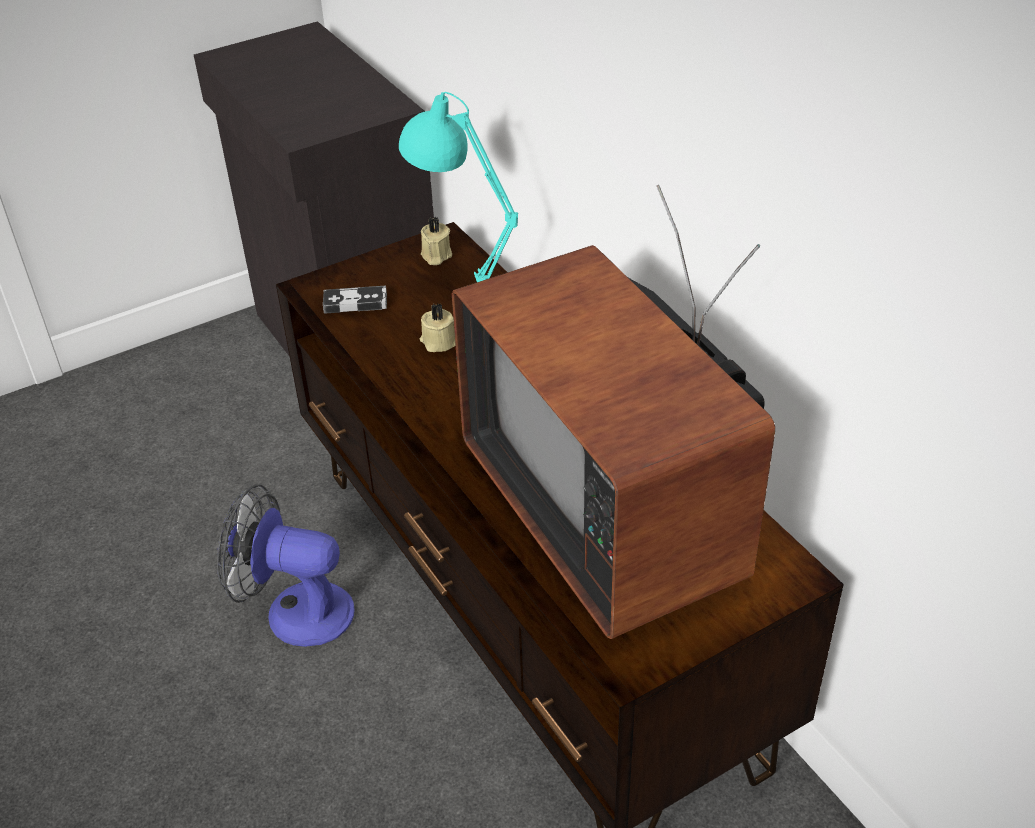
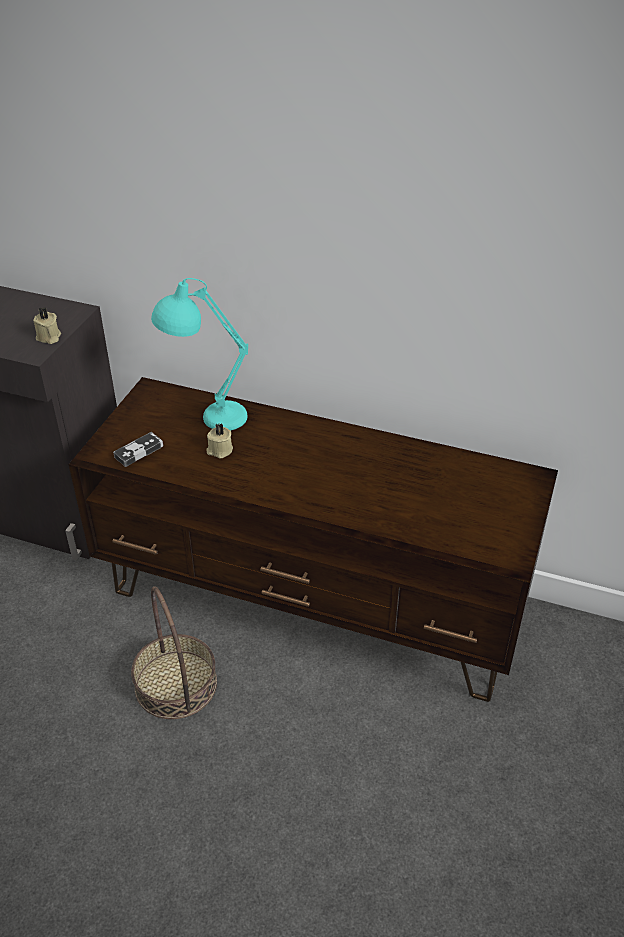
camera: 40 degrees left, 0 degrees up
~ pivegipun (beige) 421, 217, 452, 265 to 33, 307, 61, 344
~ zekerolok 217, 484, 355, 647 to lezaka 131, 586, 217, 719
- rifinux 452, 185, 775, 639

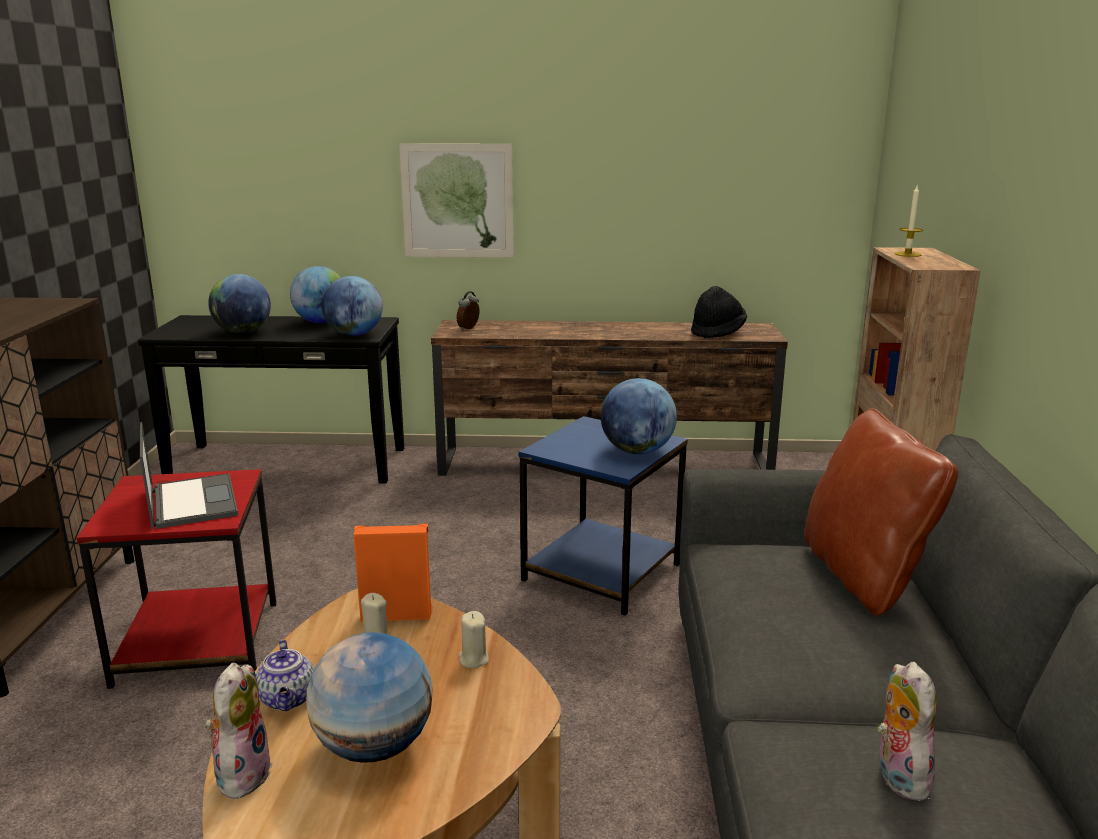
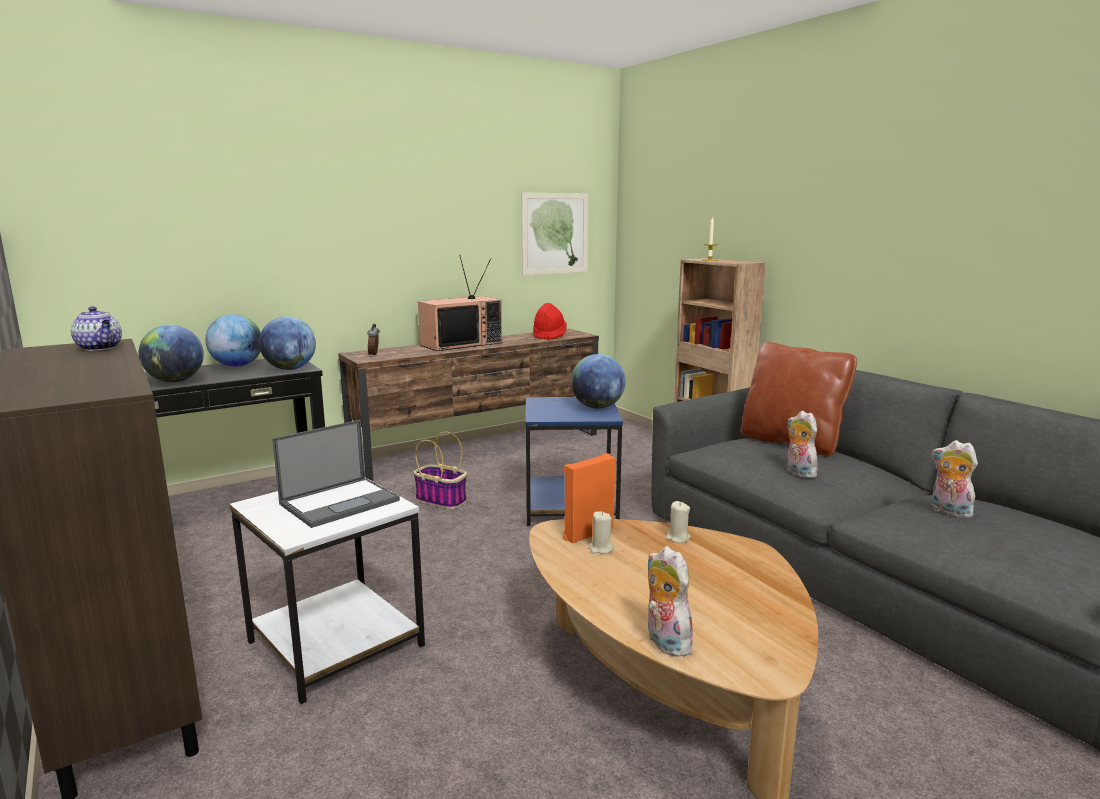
camera: 35 degrees left, 5 degrees down
~ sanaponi 256, 640, 314, 711 to 71, 306, 122, 351
~ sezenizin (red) 76, 469, 276, 689 to sezenizin (white) 229, 477, 425, 704
~ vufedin 140, 422, 238, 529 = 272, 420, 400, 528 105 degrees clockwise
+ lezaka 413, 432, 467, 509
+ rifinux 418, 255, 502, 351
~ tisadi 399, 143, 514, 257 to 521, 192, 589, 275
~ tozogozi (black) 691, 286, 747, 338 to tozogozi (red) 533, 303, 567, 340
+ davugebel 787, 411, 818, 478
- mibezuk 306, 632, 433, 763

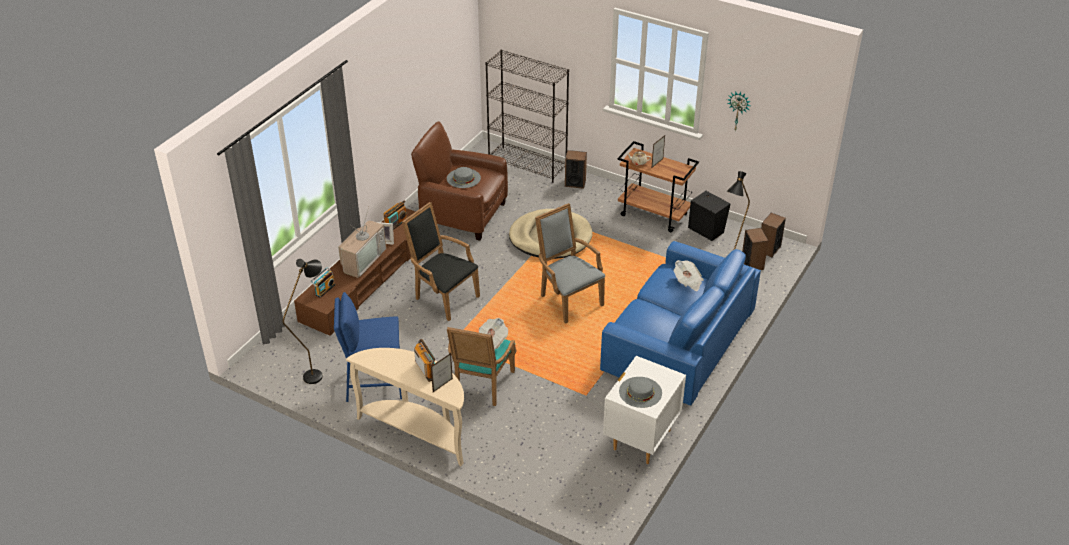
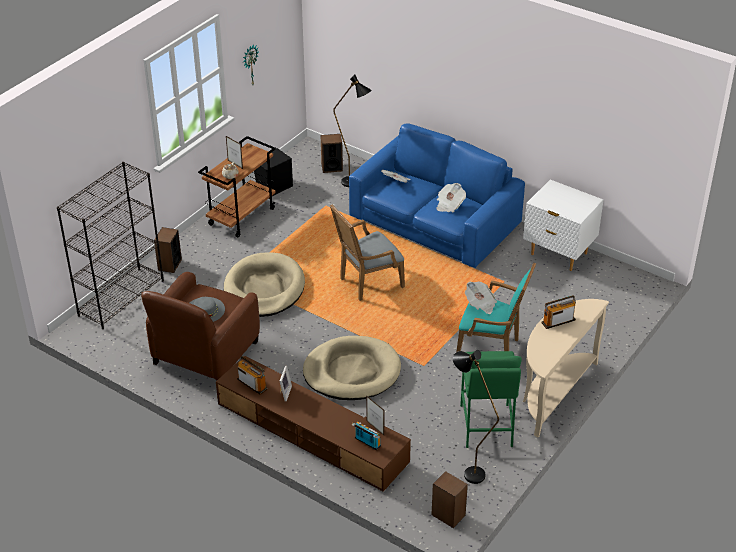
camera: 85 degrees left, 0 degrees up
~ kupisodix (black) 402, 202, 480, 321 to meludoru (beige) 303, 336, 401, 400
~ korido 431, 353, 453, 392 to 366, 395, 385, 435
~ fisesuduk 761, 213, 786, 257 to 432, 471, 468, 528
+ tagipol 437, 183, 466, 213
~ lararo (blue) 334, 292, 402, 402 to lararo (green) 460, 351, 522, 448
- rifinux 338, 206, 386, 278
- tozogozi (grey) 619, 377, 662, 408

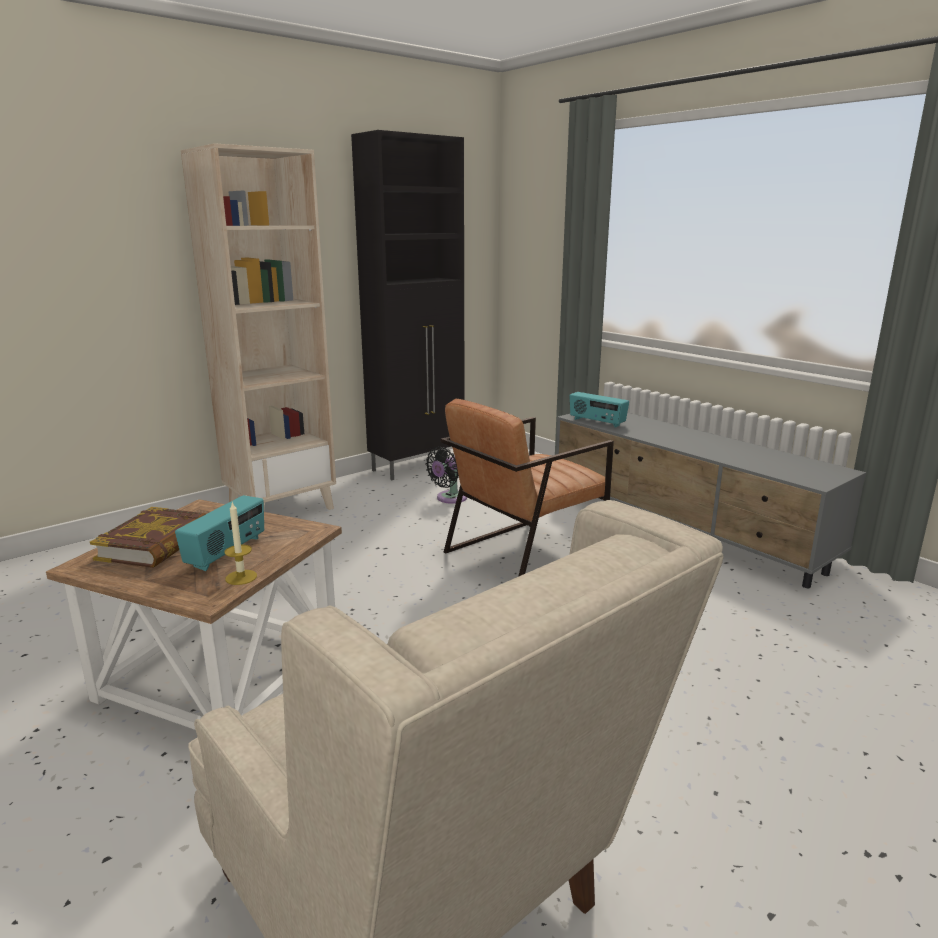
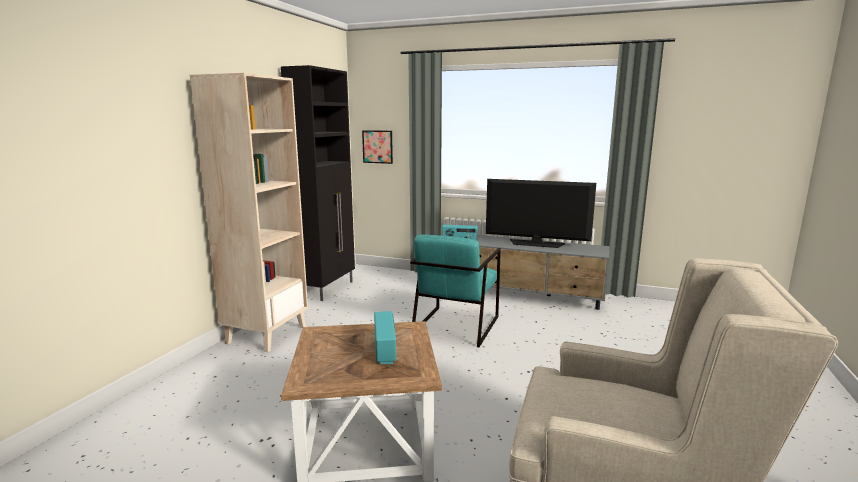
camera: 30 degrees left, 5 degrees down
+ tisadi 362, 130, 393, 164
~ kupisodix (brown) 441, 399, 614, 577 to kupisodix (turquoise) 410, 235, 501, 347
+ rifinux 486, 179, 596, 248
- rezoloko 90, 507, 206, 568
- pivegipun 224, 502, 257, 585
- zekerolok (black) 426, 447, 467, 503

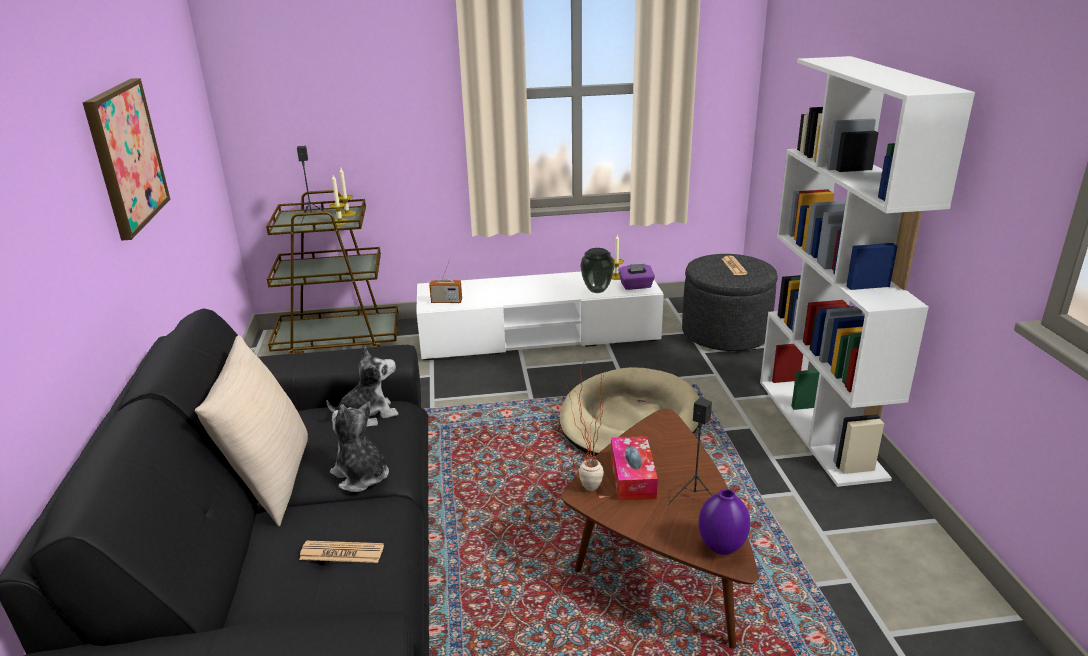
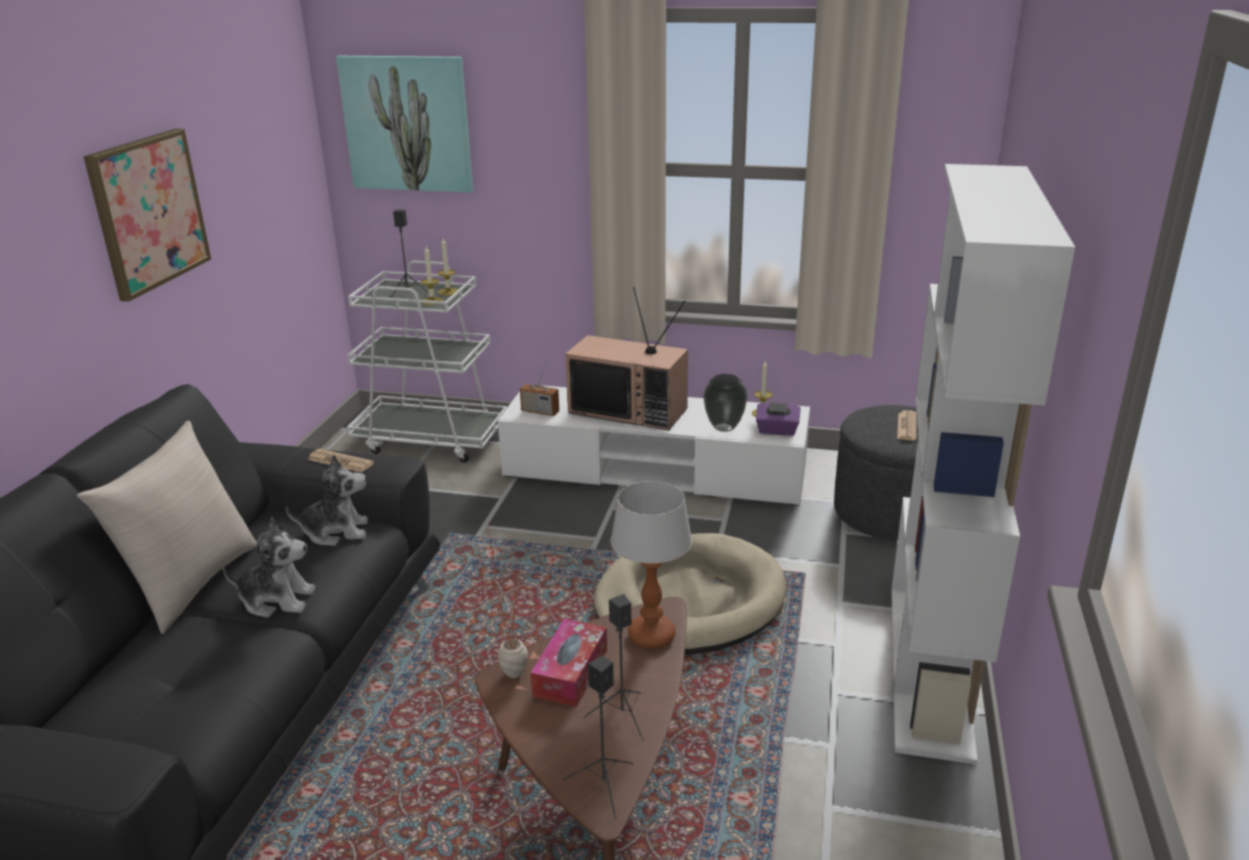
camera: 20 degrees right, 0 degrees up
~ davugebel 330, 402, 389, 492 = 223, 517, 316, 618 120 degrees clockwise
~ tagipol 299, 541, 384, 563 to 308, 449, 374, 473
+ tisadi 336, 56, 473, 193
~ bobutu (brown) 266, 190, 398, 354 to bobutu (white) 347, 261, 507, 463
~ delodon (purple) 698, 489, 750, 555 to fisesuduk (black) 563, 656, 634, 819
+ rifinux 565, 287, 688, 430
+ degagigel 610, 481, 692, 649

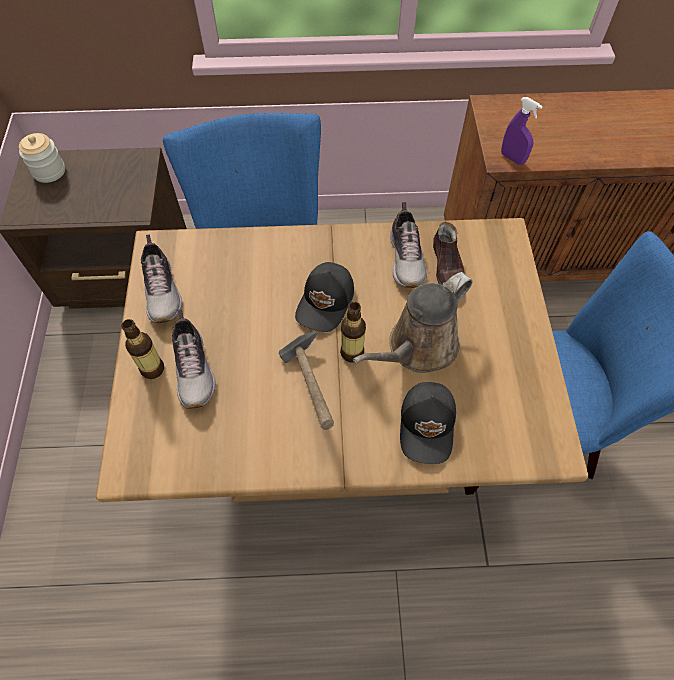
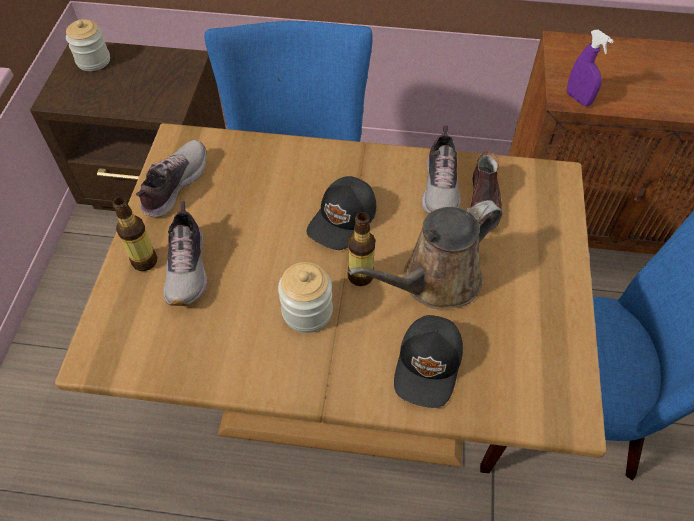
camera: 10 degrees right, 5 degrees down
~ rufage 141, 234, 183, 323 = 136, 140, 207, 217 150 degrees counterclockwise
~ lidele 279, 331, 334, 430 to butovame 278, 262, 333, 333

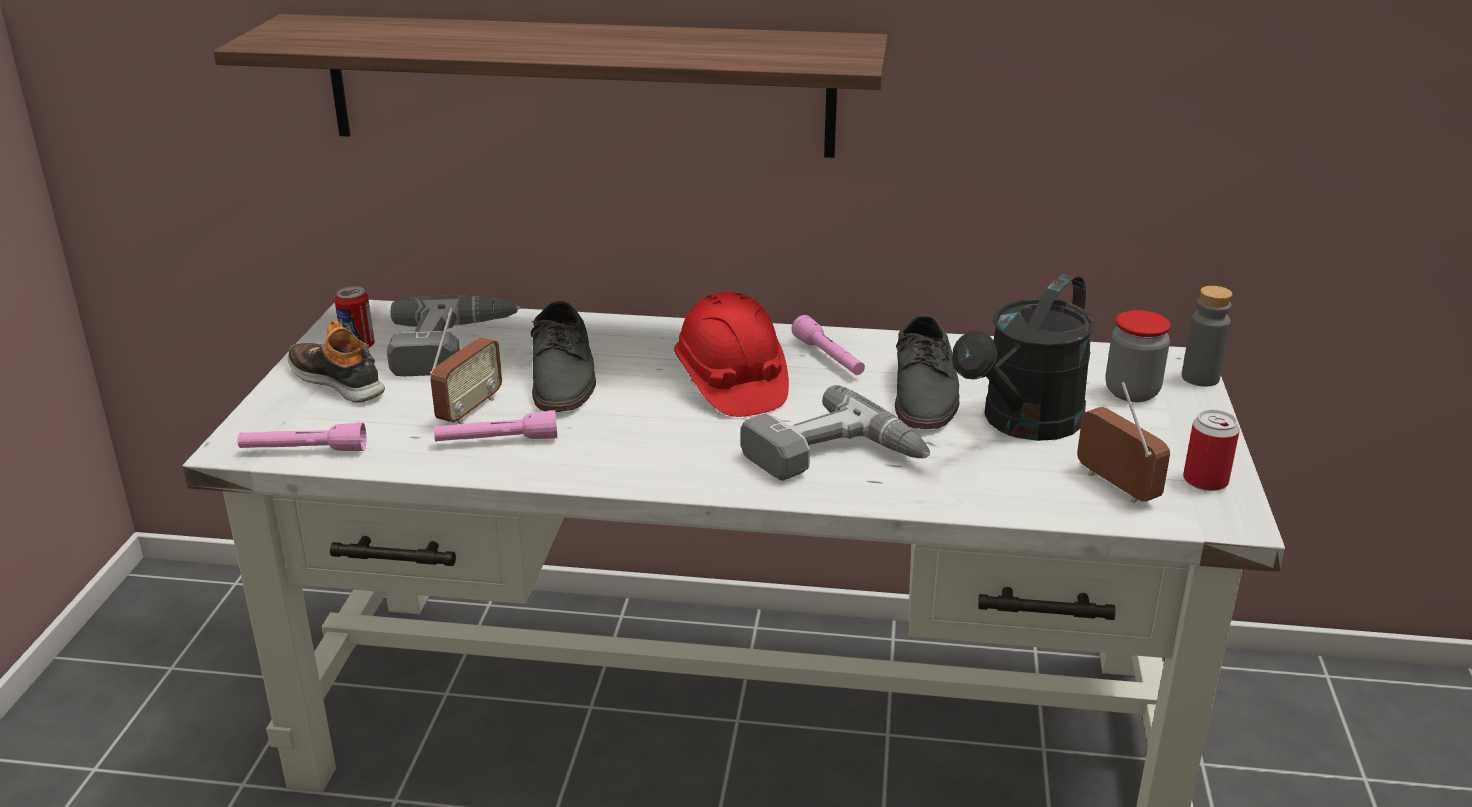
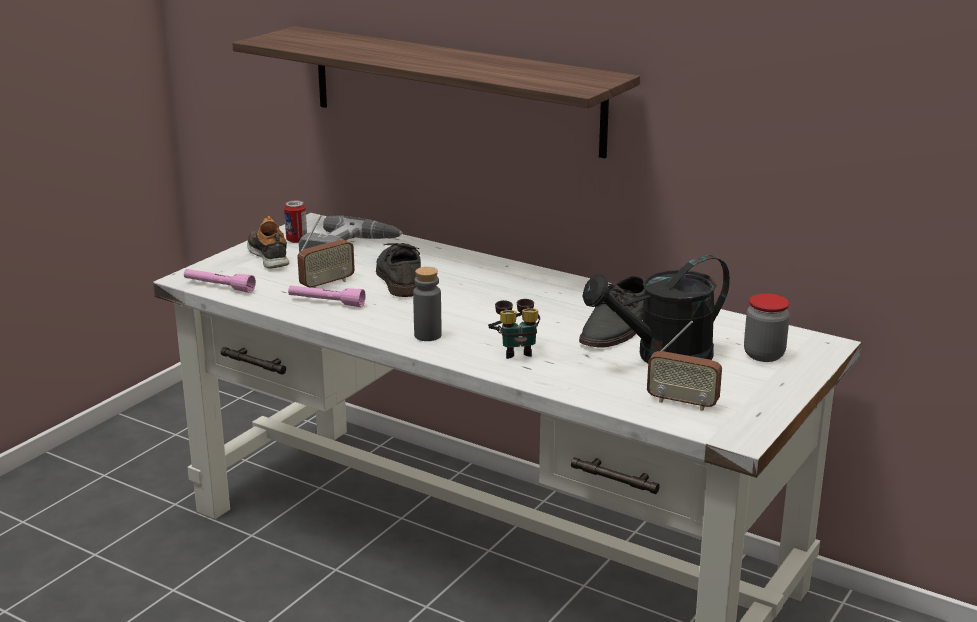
camera: 25 degrees right, 5 degrees down
~ rufage (grey) 530, 301, 596, 412 = 376, 243, 421, 297 150 degrees clockwise
~ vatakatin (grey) 1182, 286, 1233, 387 to 413, 267, 442, 341
~ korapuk 740, 385, 930, 481 to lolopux 488, 299, 540, 359
~ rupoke 1077, 382, 1170, 503 = 647, 321, 722, 411 120 degrees clockwise
- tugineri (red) 674, 292, 789, 417
- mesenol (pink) 792, 315, 865, 375
- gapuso 1183, 410, 1240, 491

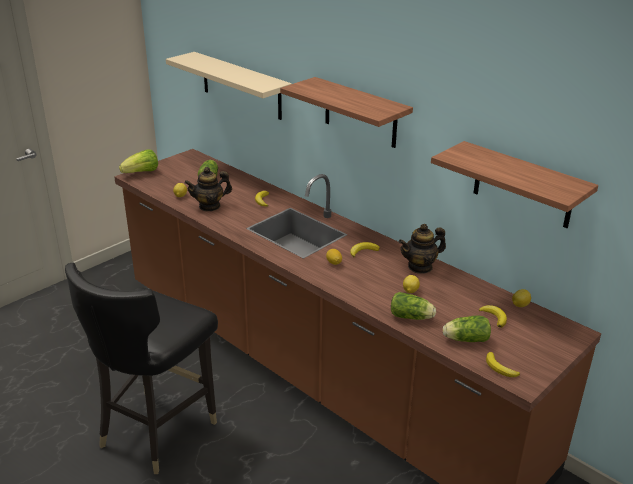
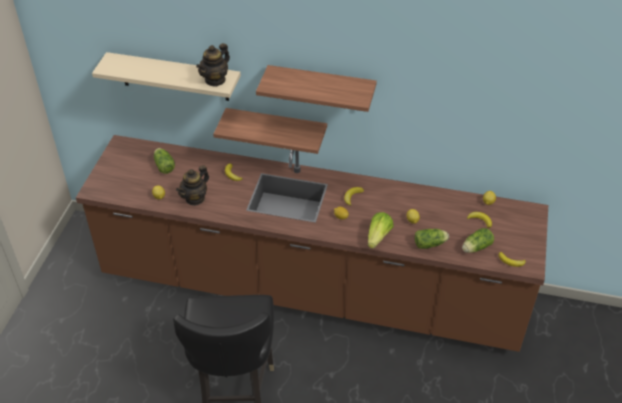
camera: 30 degrees left, 15 degrees up
~ sanaponi 399, 224, 446, 274 to 196, 43, 230, 87
~ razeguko 431, 141, 598, 228 to 213, 108, 327, 154
~ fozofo 119, 149, 158, 173 to 368, 212, 393, 249

